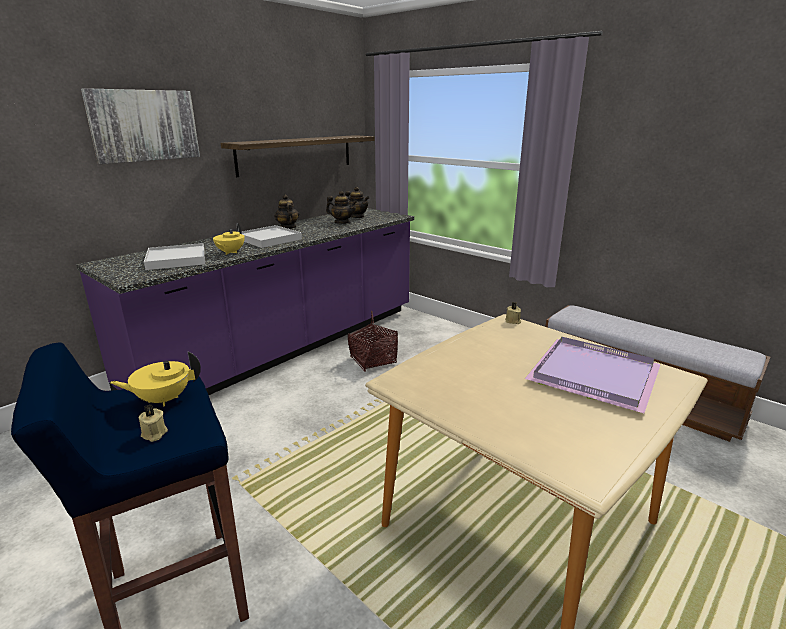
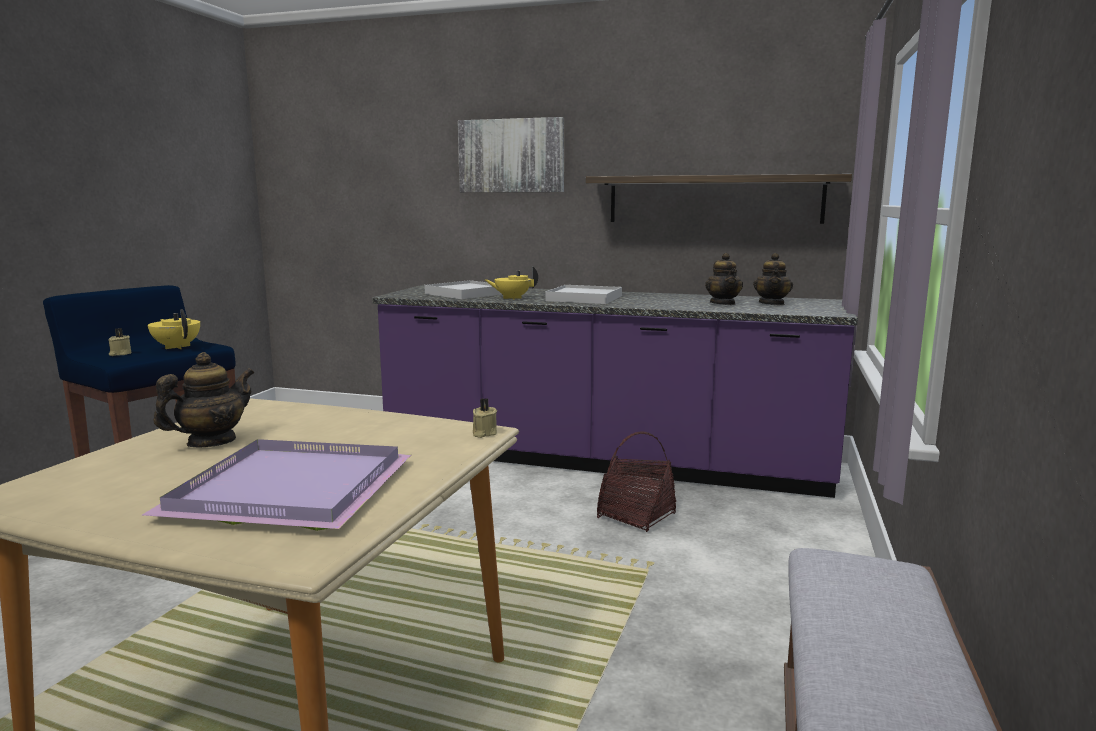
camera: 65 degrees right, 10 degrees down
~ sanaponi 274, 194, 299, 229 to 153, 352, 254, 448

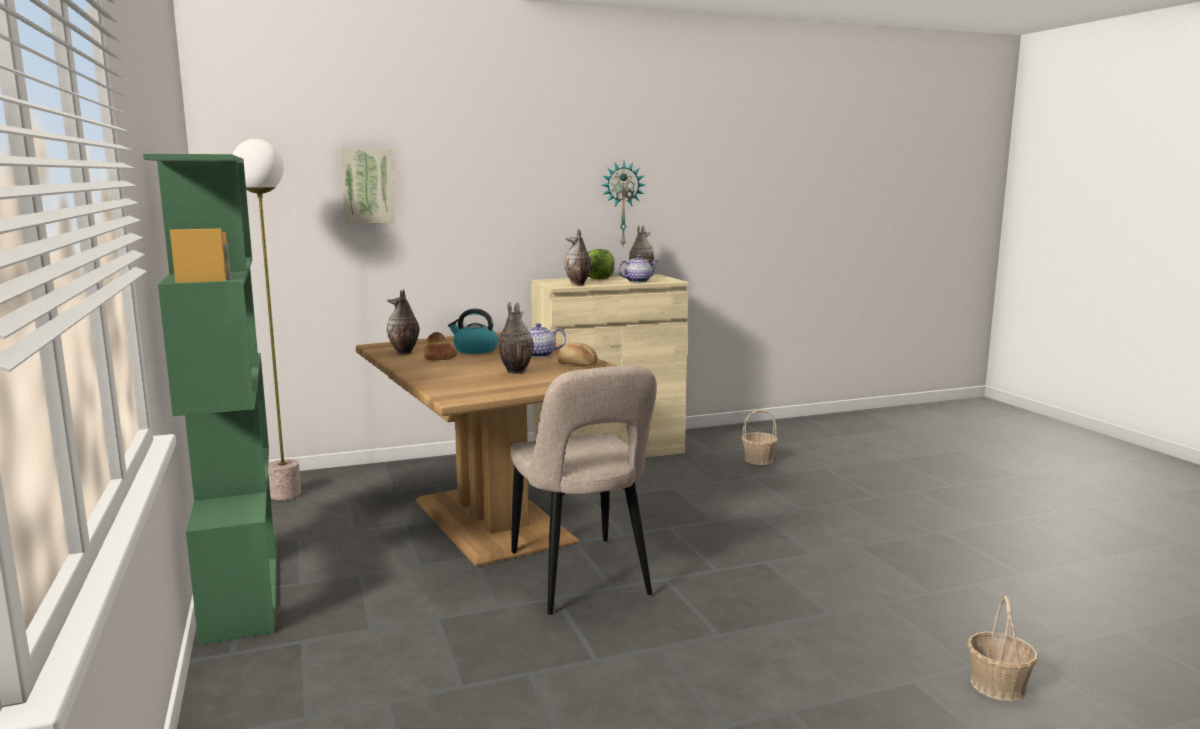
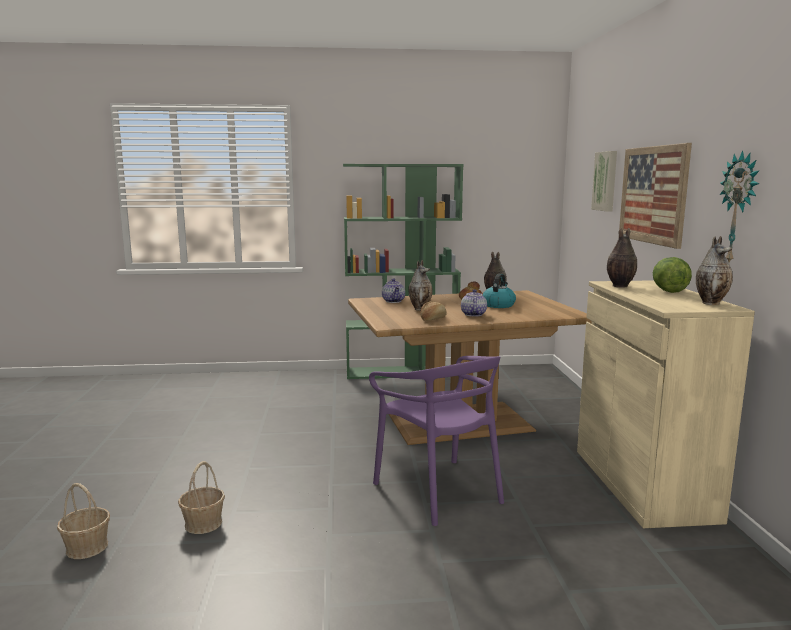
camera: 105 degrees right, 0 degrees up
~ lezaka 742, 409, 778, 465 to 178, 461, 225, 534
+ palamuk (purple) 369, 356, 504, 526
~ sanaponi 618, 255, 657, 283 to 382, 278, 405, 303
+ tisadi 619, 143, 692, 249
- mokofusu 232, 139, 301, 500
- palamuk (beige) 510, 365, 657, 615

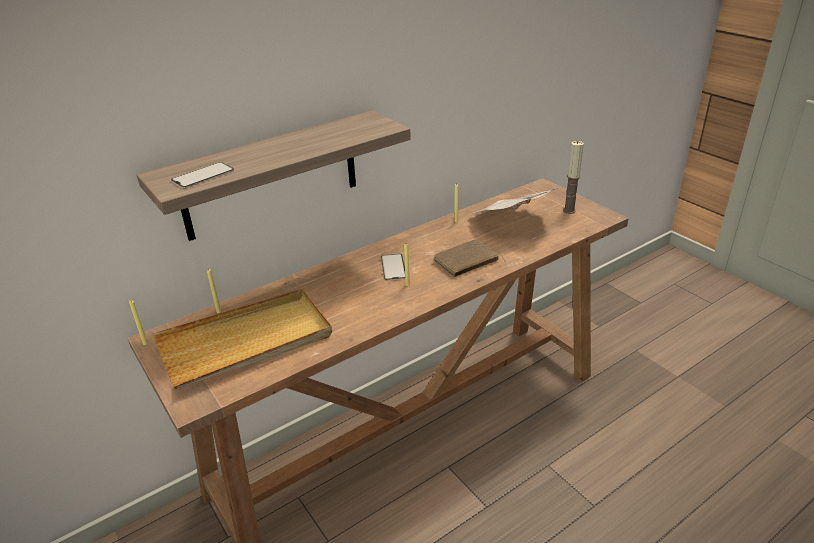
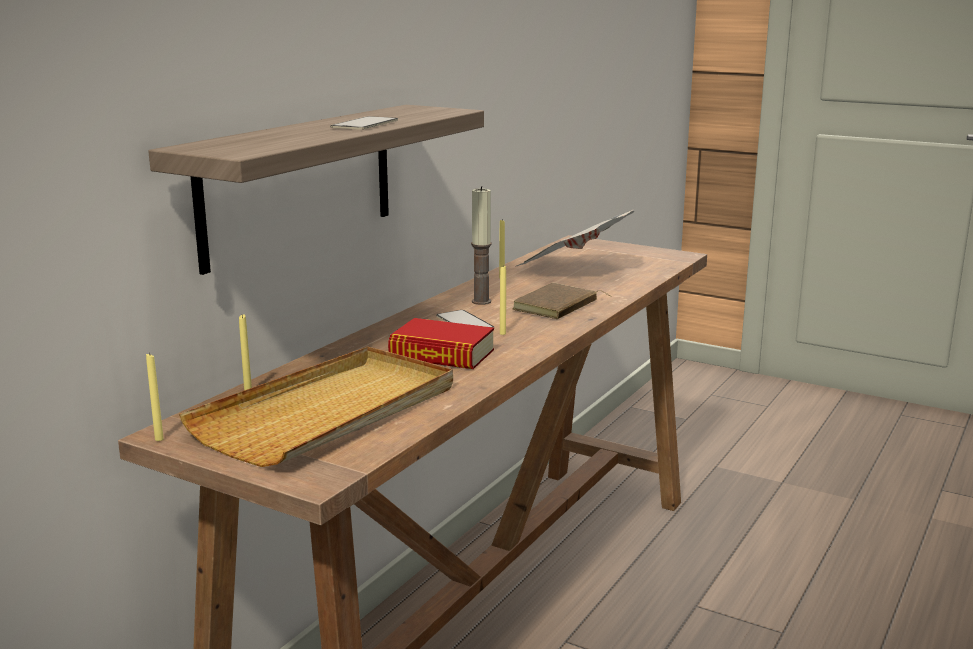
camera: 25 degrees left, 15 degrees down
~ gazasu 171, 162, 234, 188 to 330, 116, 398, 130
+ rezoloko 388, 318, 494, 369
~ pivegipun 563, 141, 584, 214 to 471, 186, 492, 305

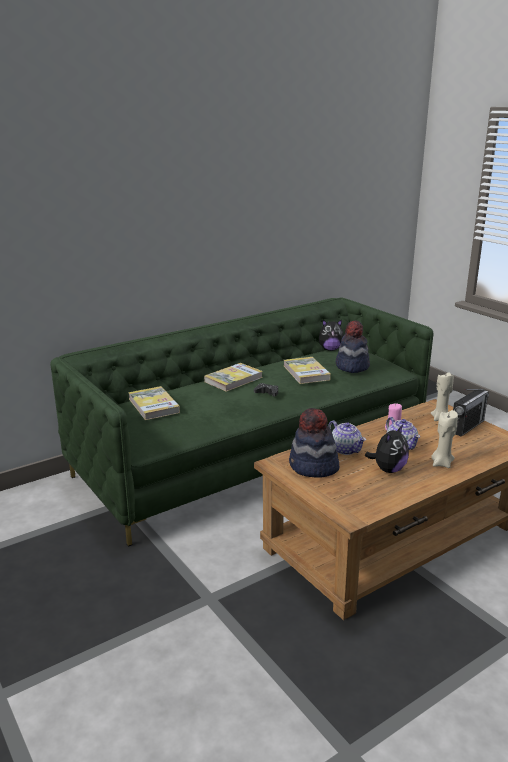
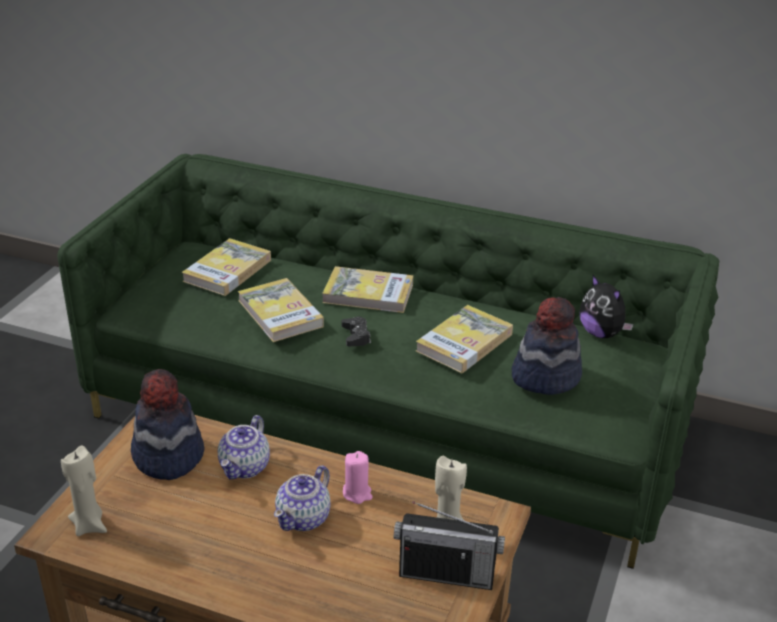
camera: 55 degrees right, 10 degrees up
~ pivegipun (beige) 431, 410, 458, 468 to 61, 445, 107, 536
+ rezoloko 238, 278, 324, 342
- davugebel 365, 425, 409, 473

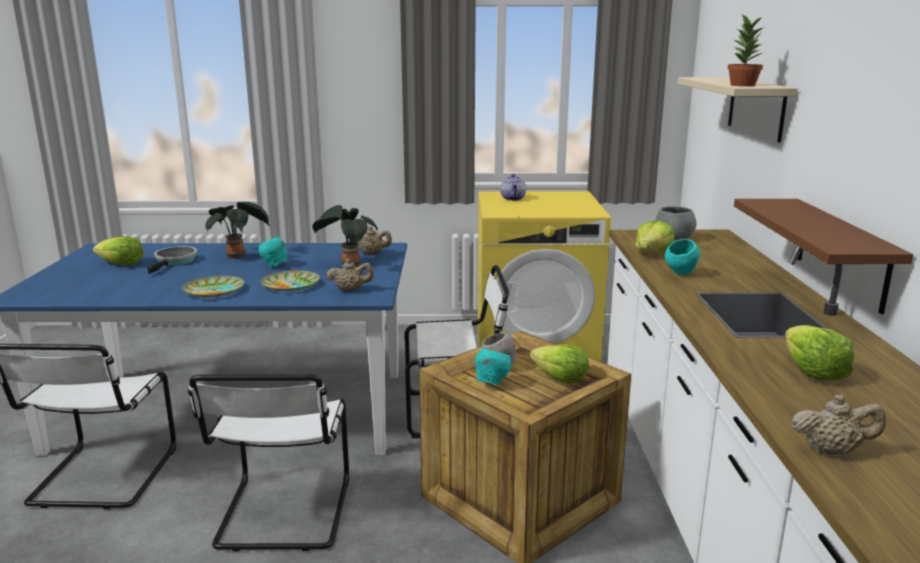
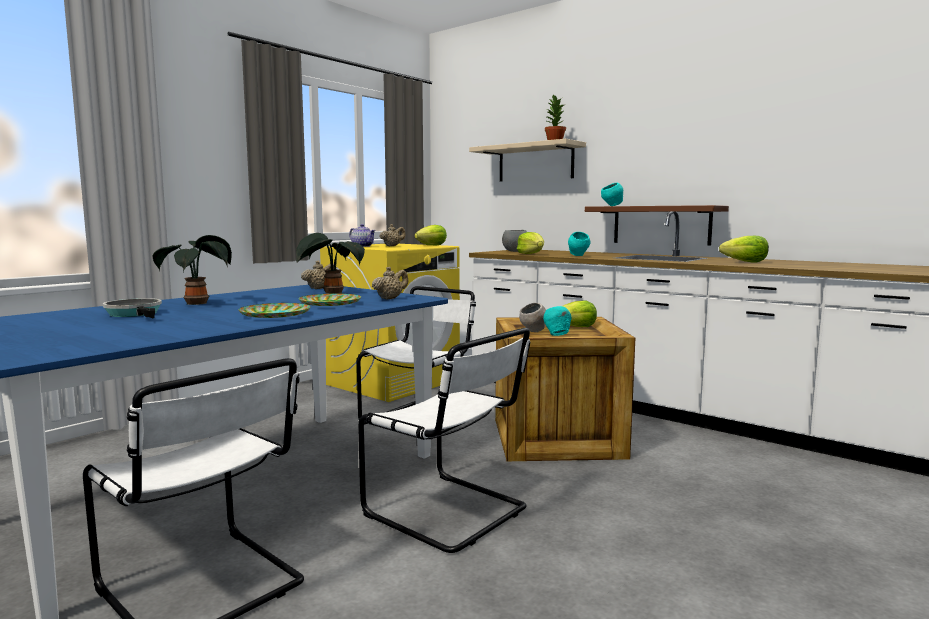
camera: 50 degrees left, 10 degrees down
~ sanaponi (beige) 791, 395, 886, 454 to 380, 224, 406, 246
~ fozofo 93, 237, 144, 266 to 414, 225, 447, 246
~ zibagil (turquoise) 259, 237, 288, 267 to 601, 183, 623, 206

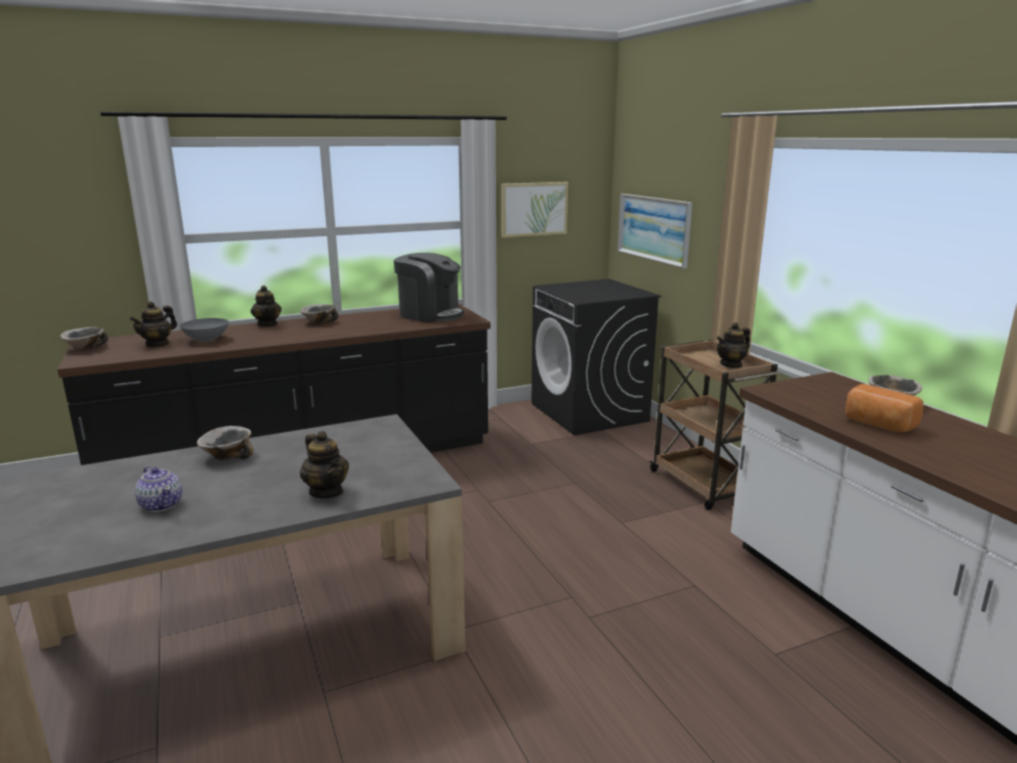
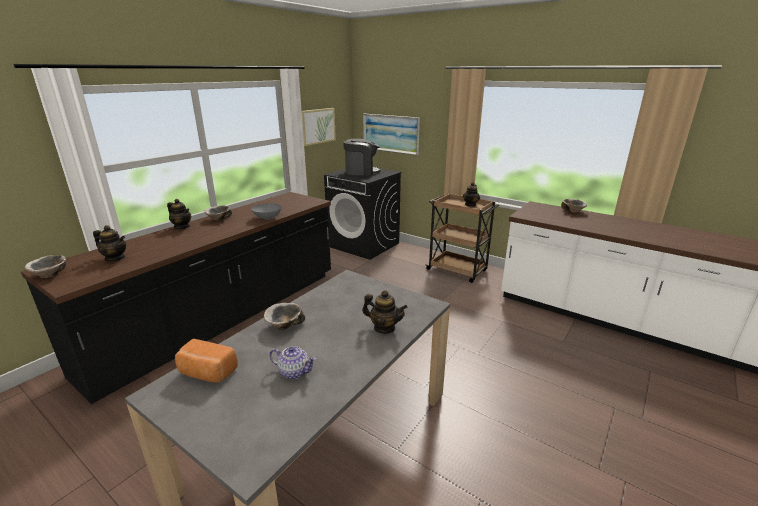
camera: 30 degrees left, 5 degrees up
~ sanaponi 130, 301, 177, 347 = 93, 225, 126, 261 75 degrees counterclockwise
~ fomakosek 845, 384, 923, 432 to 175, 339, 238, 383
~ zibagil (grey) 180, 318, 229, 342 to 251, 203, 282, 220
~ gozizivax 394, 253, 464, 323 to 343, 139, 381, 176

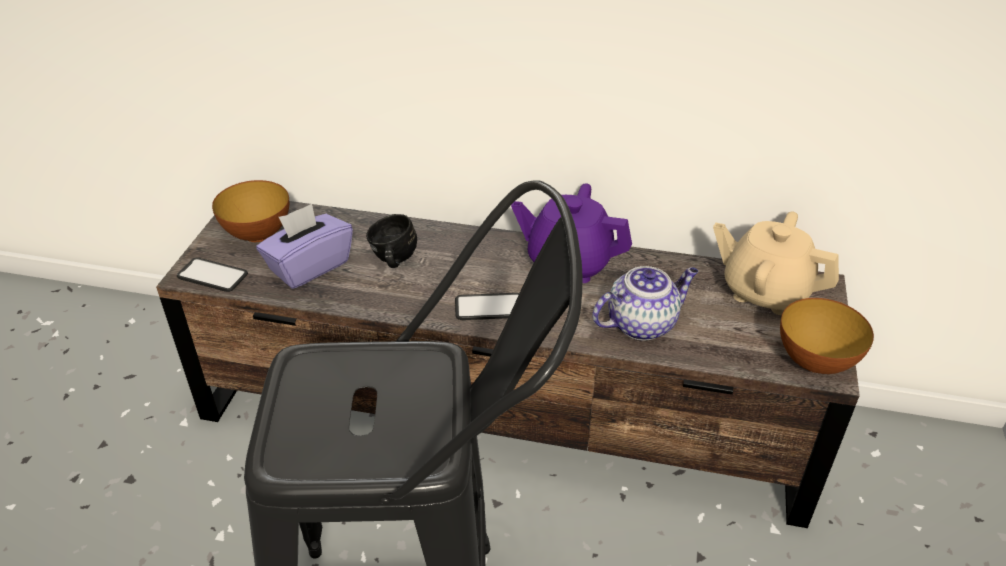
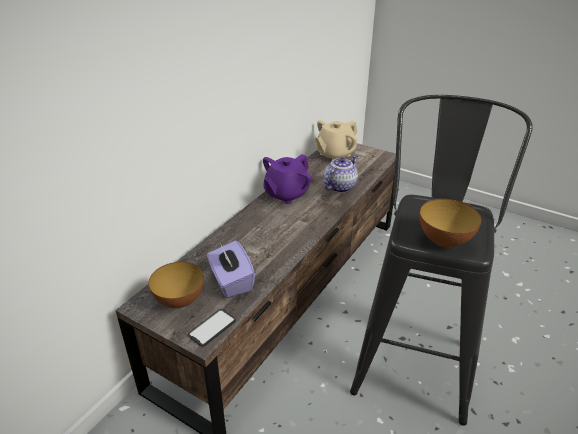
camera: 70 degrees left, 5 degrees down
~ sanaponi 592, 266, 698, 341 = 323, 155, 358, 193 45 degrees clockwise
~ zibagil 780, 298, 874, 374 to 420, 199, 482, 248
- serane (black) 366, 214, 417, 268
- gazasu 455, 293, 519, 320

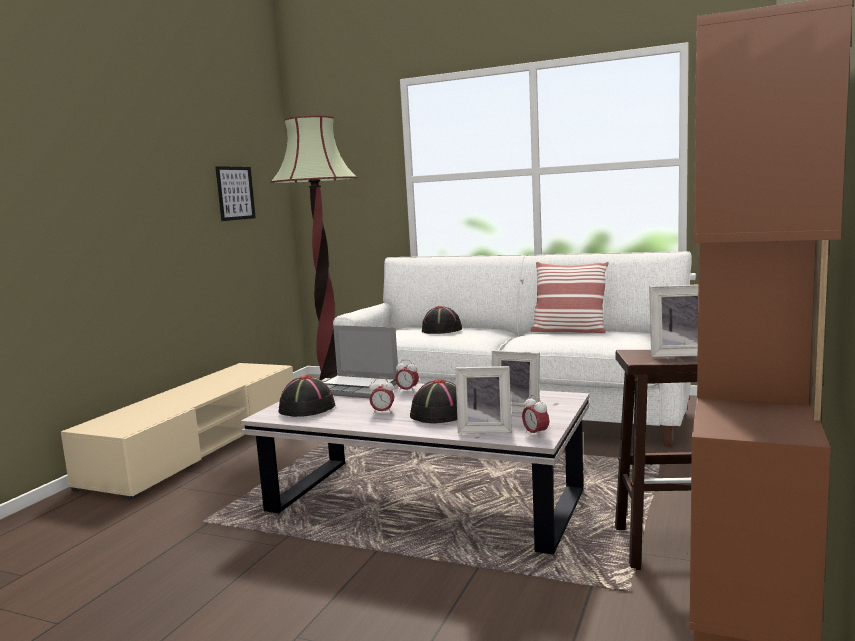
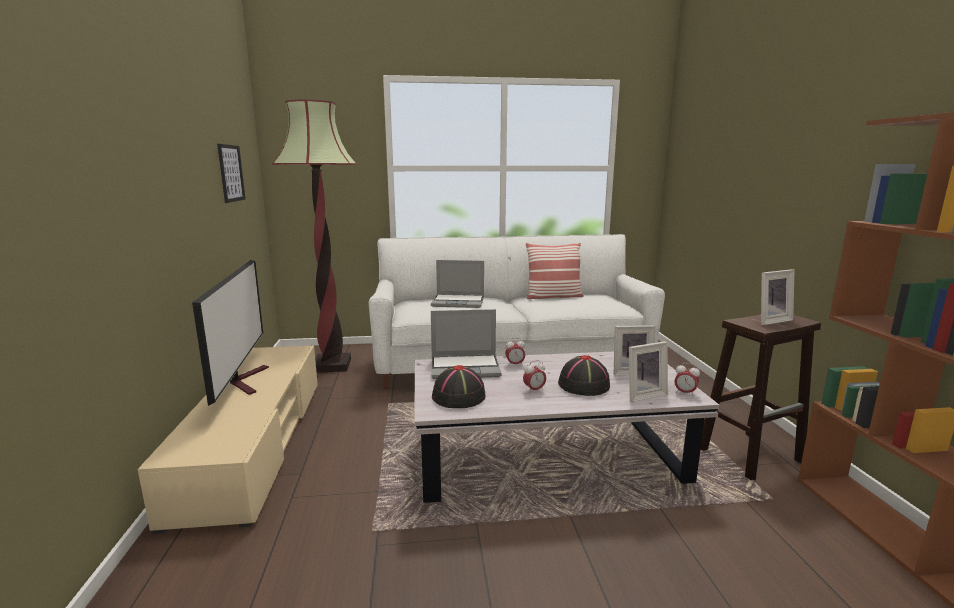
camera: 30 degrees left, 5 degrees up
+ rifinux 192, 260, 269, 406
~ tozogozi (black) 422, 306, 462, 334 to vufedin 431, 260, 484, 308

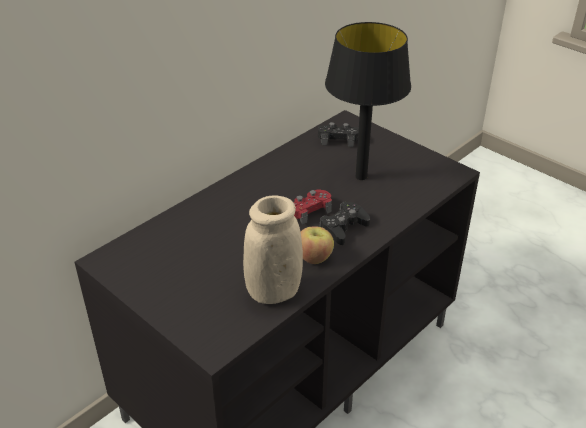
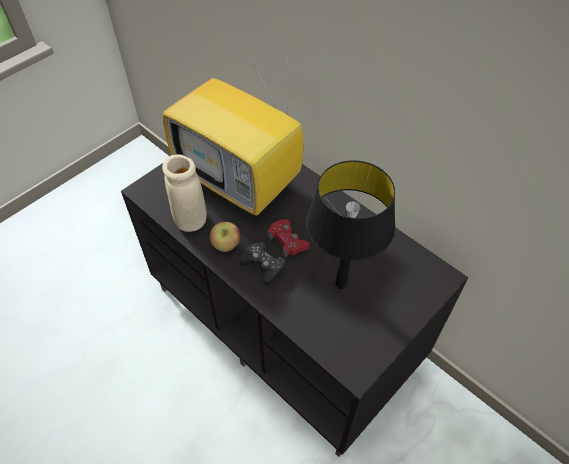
camera: 90 degrees right, 15 degrees up
+ rifinux 163, 39, 303, 215
- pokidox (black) 318, 122, 359, 147

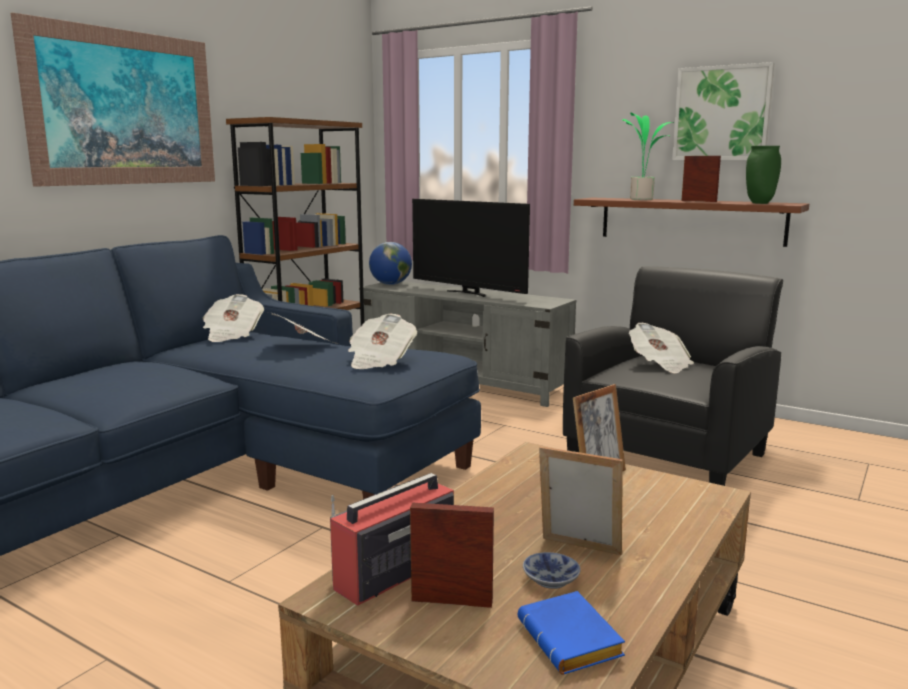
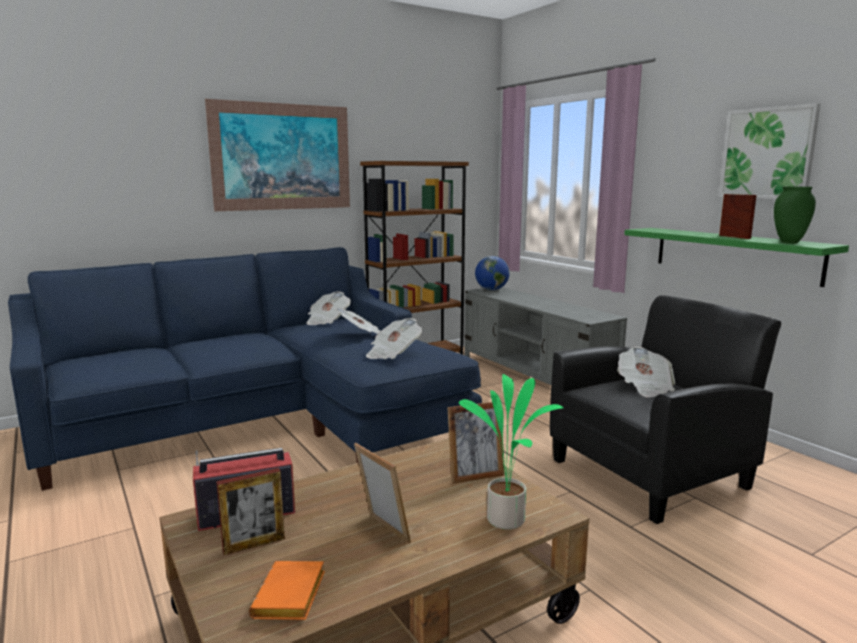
camera: 25 degrees right, 0 degrees up
~ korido 410, 503, 494, 608 = 216, 468, 285, 555 120 degrees clockwise
~ rezoloko (blue) 518, 591, 625, 674 to rezoloko (orange) 249, 561, 325, 620
~ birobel 622, 113, 674, 200 to 459, 374, 564, 530
~ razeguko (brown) 574, 198, 809, 247 to razeguko (green) 624, 228, 849, 287
- rifinux 412, 199, 530, 297
- zibagil 523, 552, 581, 589

